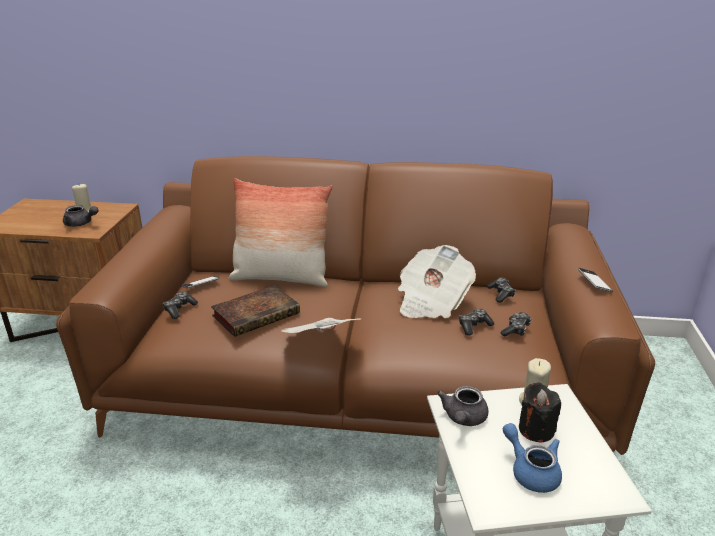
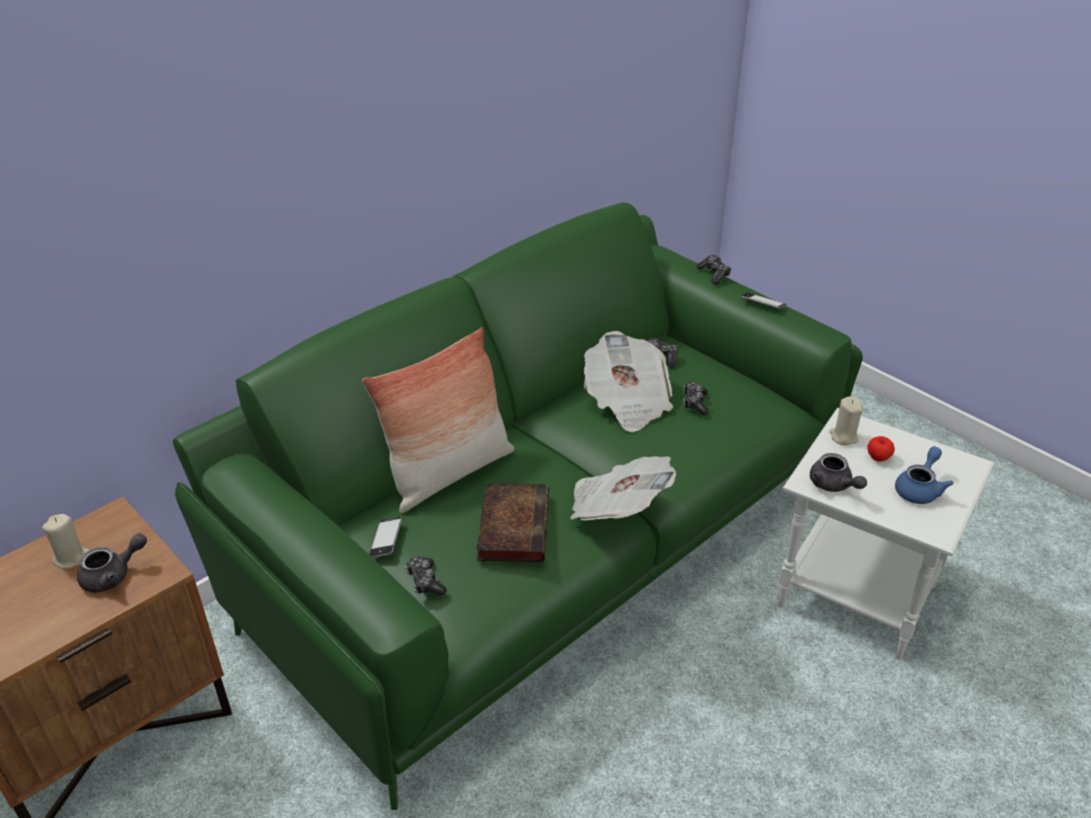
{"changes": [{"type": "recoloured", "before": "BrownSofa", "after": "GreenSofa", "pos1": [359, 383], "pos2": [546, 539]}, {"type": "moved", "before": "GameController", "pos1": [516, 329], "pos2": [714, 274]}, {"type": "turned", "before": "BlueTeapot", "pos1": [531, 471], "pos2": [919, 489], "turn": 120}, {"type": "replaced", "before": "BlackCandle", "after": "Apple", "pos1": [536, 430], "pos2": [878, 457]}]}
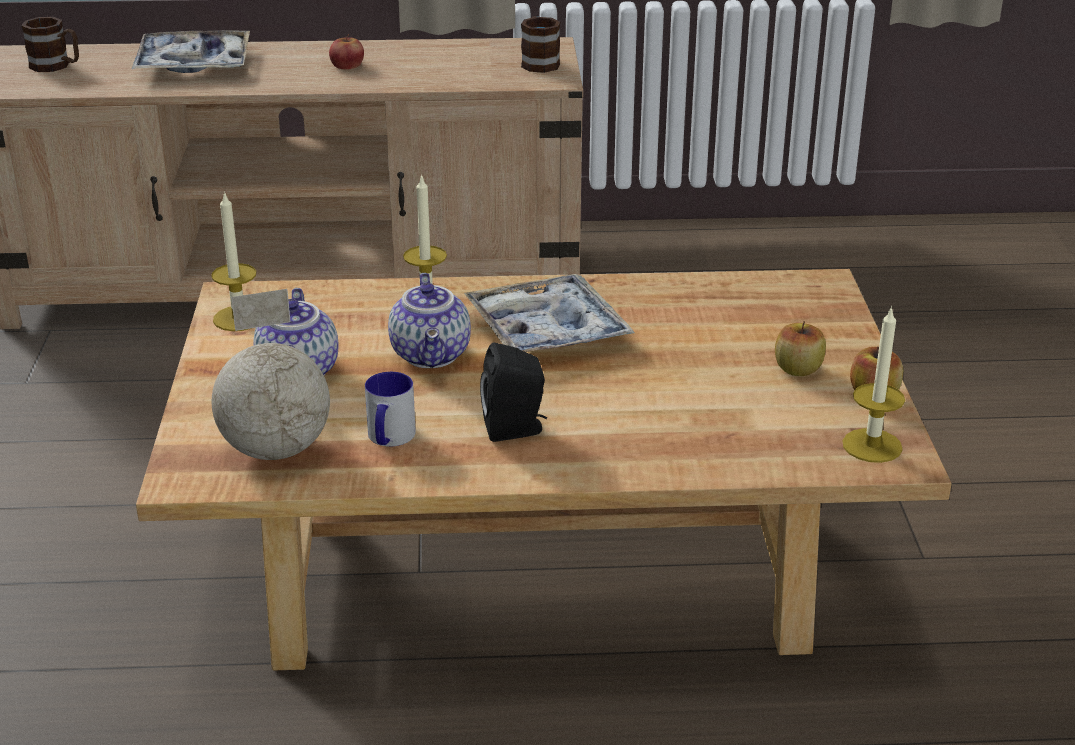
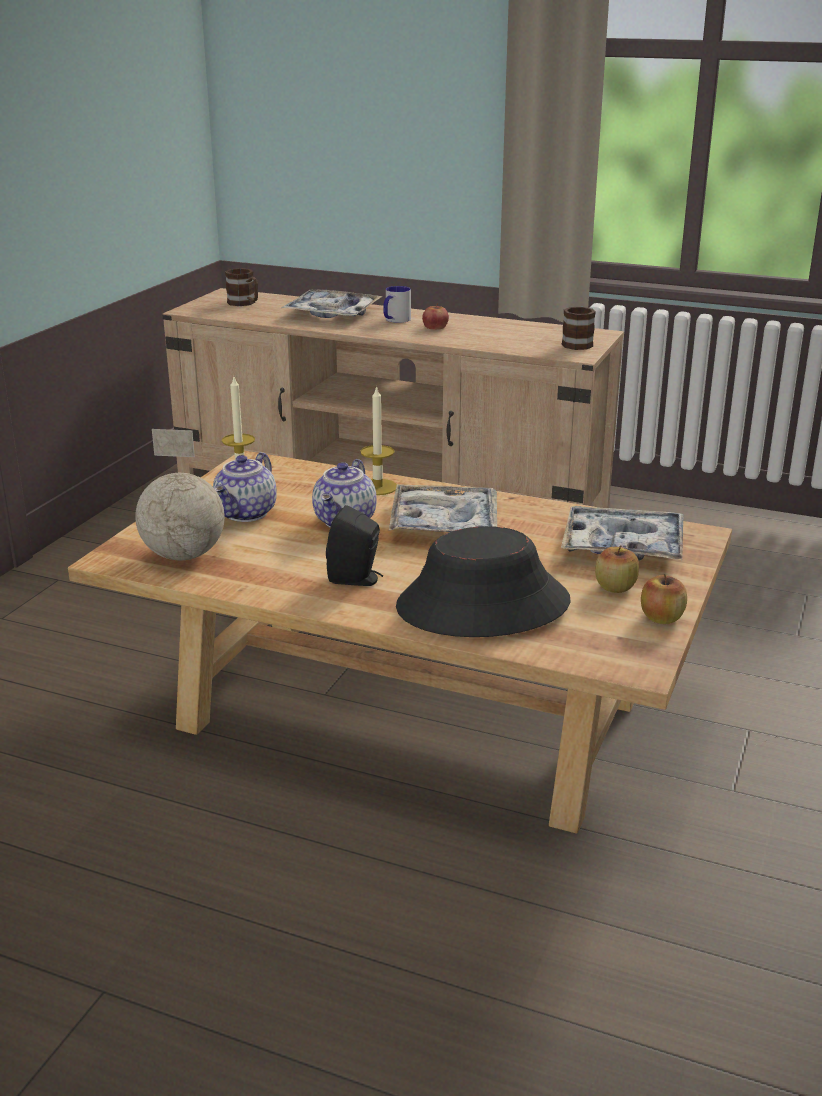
{"changes": [{"type": "moved", "before": "Mug", "pos1": [389, 439], "pos2": [395, 320]}, {"type": "removed", "before": "Candle", "pos1": [872, 445]}, {"type": "added", "after": "BlackHat", "pos2": [482, 605]}, {"type": "added", "after": "Tray", "pos2": [623, 546]}]}
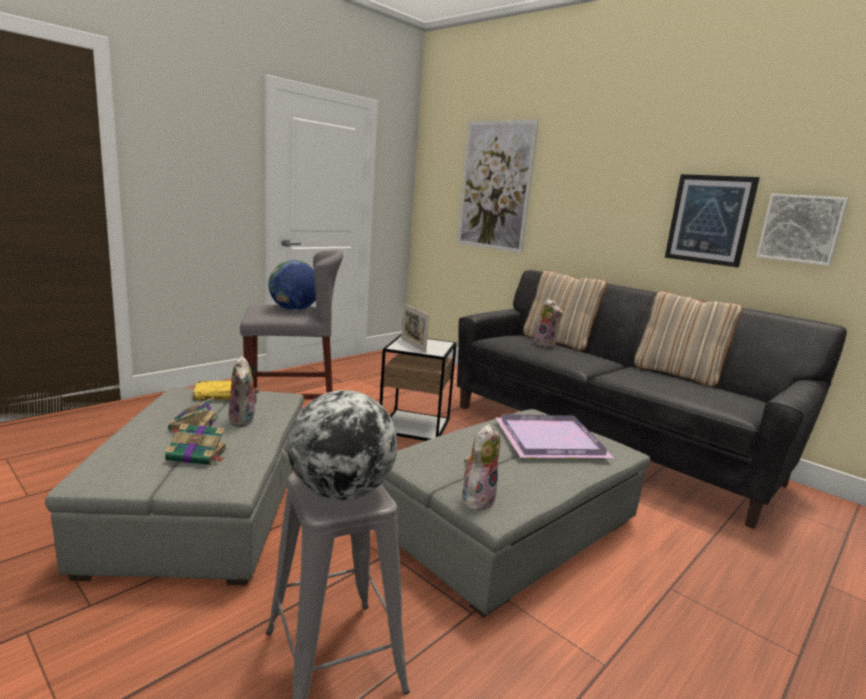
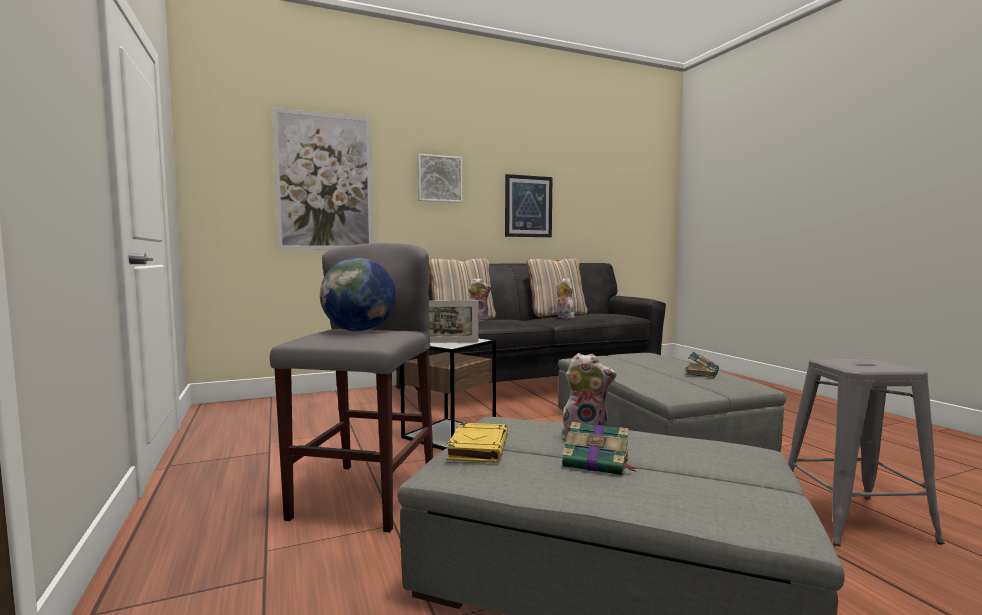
{"changes": [{"type": "moved", "before": "Book", "pos1": [198, 455], "pos2": [702, 373]}, {"type": "removed", "before": "Globe", "pos1": [341, 492]}, {"type": "moved", "before": "PlushToy", "pos1": [477, 499], "pos2": [564, 317]}, {"type": "removed", "before": "PurpleTray", "pos1": [551, 439]}, {"type": "moved", "before": "Picture", "pos1": [801, 228], "pos2": [439, 179]}]}
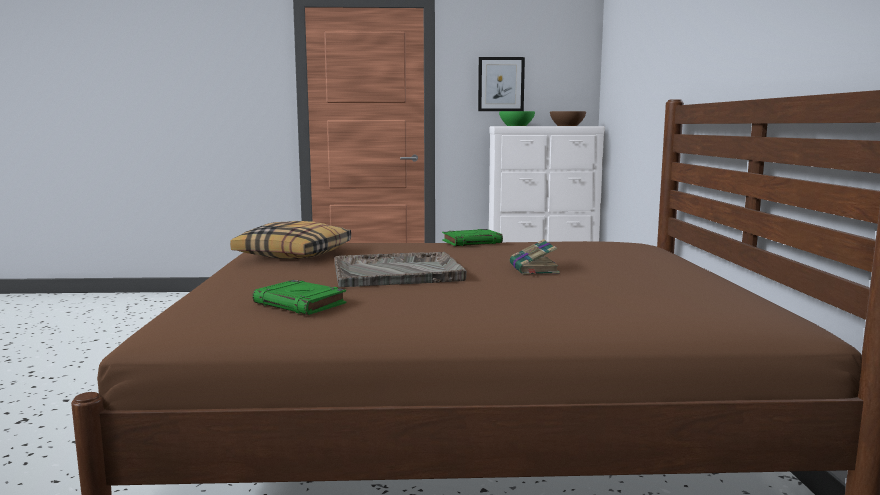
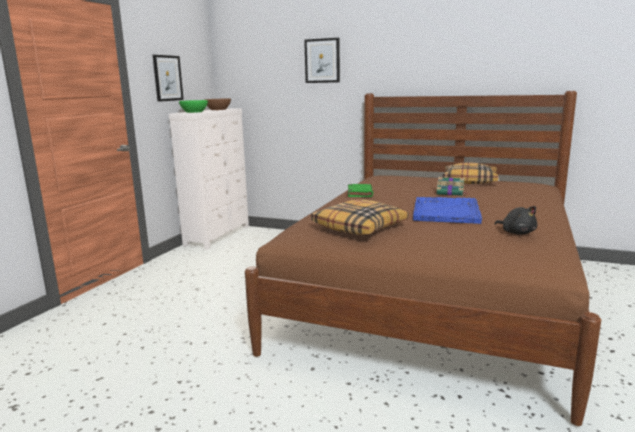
{"changes": [{"type": "replaced", "before": "GreenBook", "after": "BlackPlushToy", "pos1": [301, 303], "pos2": [517, 233]}, {"type": "recoloured", "before": "GreyTray", "after": "BlueTray", "pos1": [398, 272], "pos2": [446, 211]}, {"type": "added", "after": "Picture", "pos2": [322, 60]}, {"type": "added", "after": "Pillow", "pos2": [469, 181]}]}
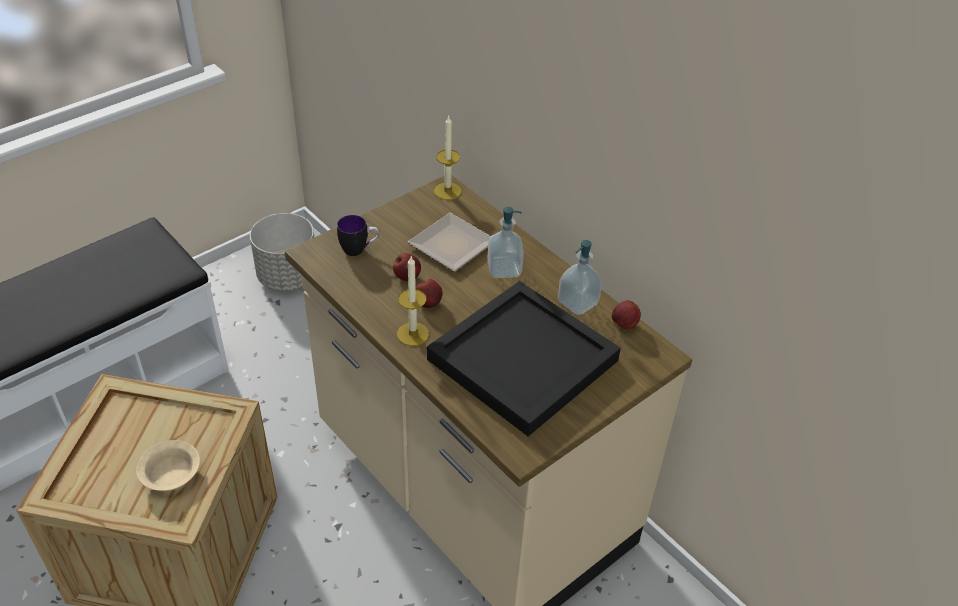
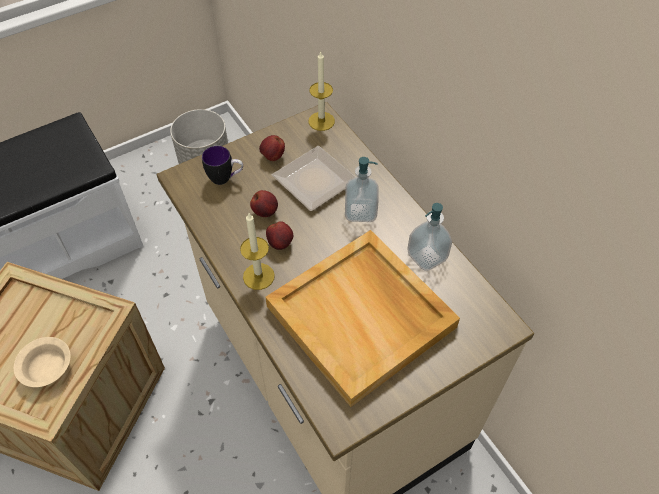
{"changes": [{"type": "recoloured", "before": "BlackTray", "after": "BeigeTray", "pos1": [524, 360], "pos2": [362, 317]}, {"type": "moved", "before": "Apple", "pos1": [624, 325], "pos2": [272, 157]}]}
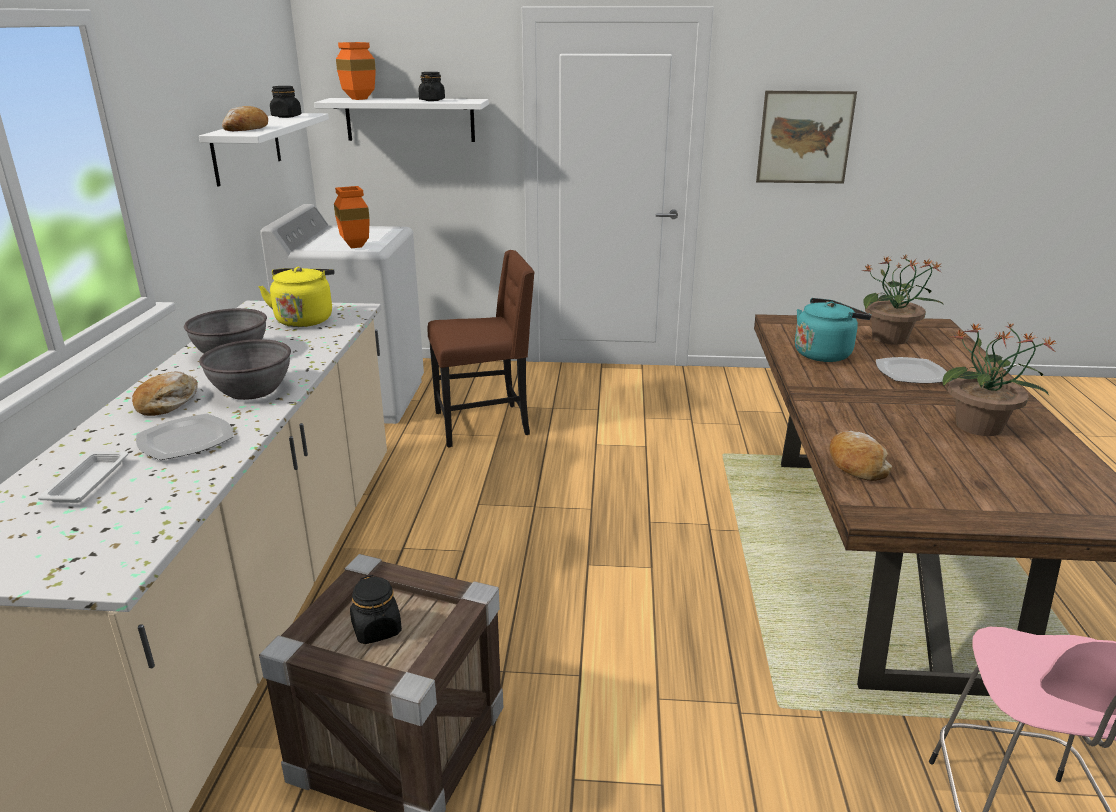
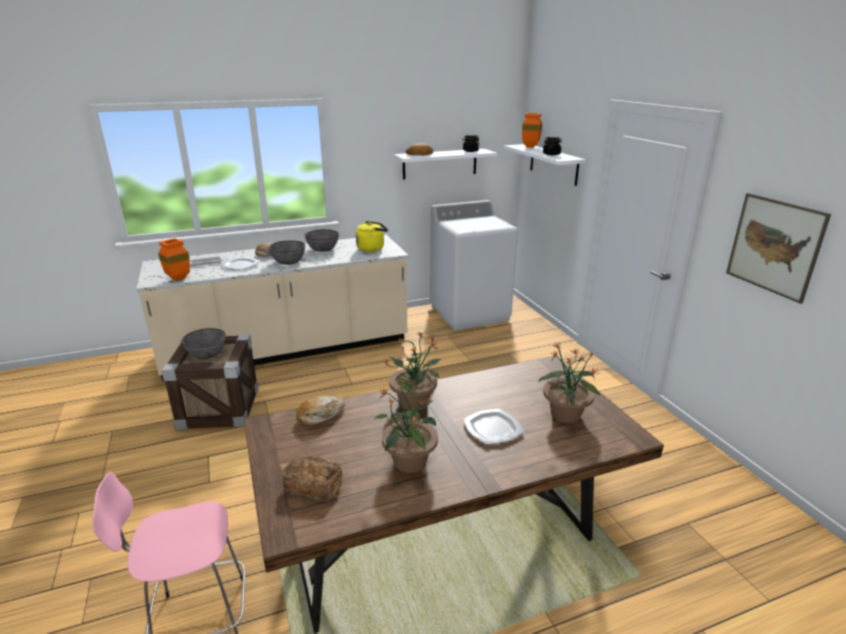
{"changes": [{"type": "moved", "before": "OrangeVase", "pos1": [356, 246], "pos2": [177, 279]}, {"type": "replaced", "before": "BlackJar", "after": "GreyBowl", "pos1": [377, 629], "pos2": [207, 353]}, {"type": "removed", "before": "BrownChair", "pos1": [484, 424]}, {"type": "removed", "before": "TurquoiseKettle", "pos1": [825, 354]}, {"type": "added", "after": "Bread", "pos2": [313, 483]}, {"type": "added", "after": "PottedPlant", "pos2": [414, 402]}]}
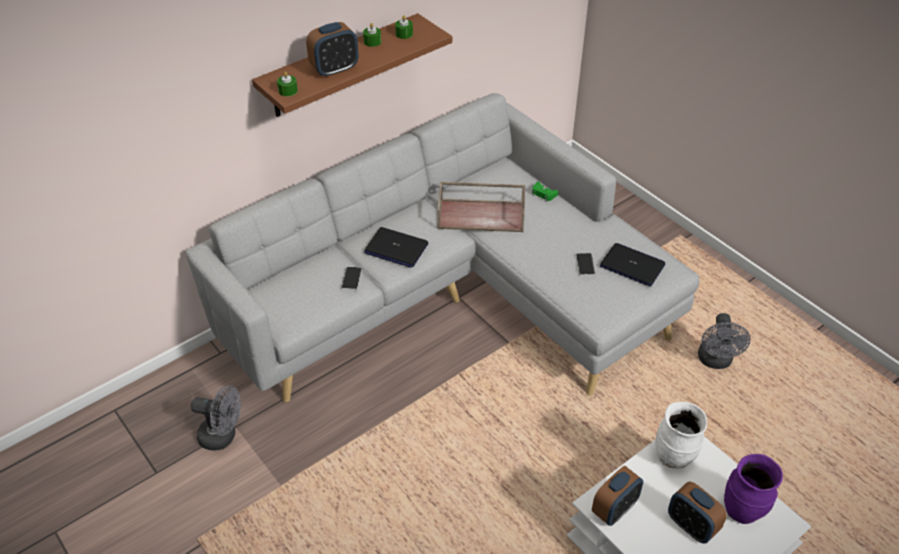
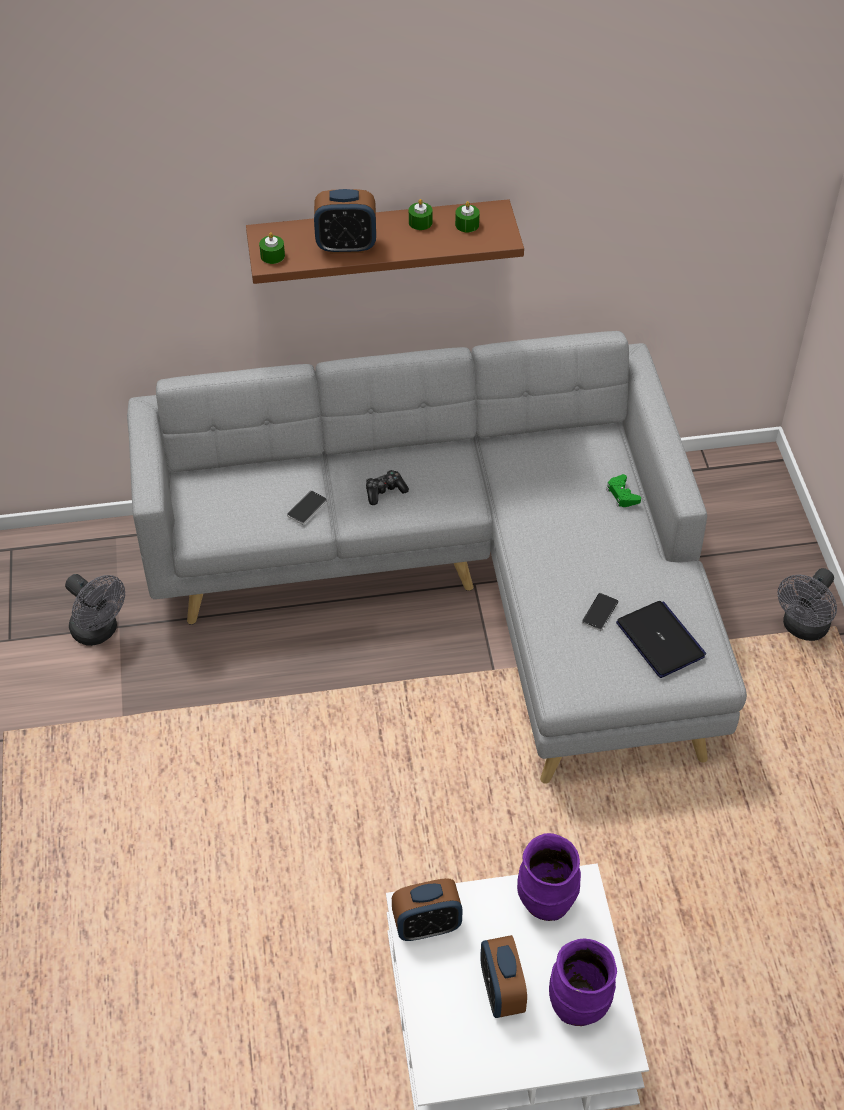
{"changes": [{"type": "replaced", "before": "Laptop", "after": "GameController", "pos1": [396, 248], "pos2": [385, 491]}, {"type": "removed", "before": "BrownTray", "pos1": [482, 215]}, {"type": "recoloured", "before": "WhiteVase", "after": "PurpleVase", "pos1": [674, 457], "pos2": [546, 903]}, {"type": "moved", "before": "GreyFan", "pos1": [715, 361], "pos2": [802, 629]}]}
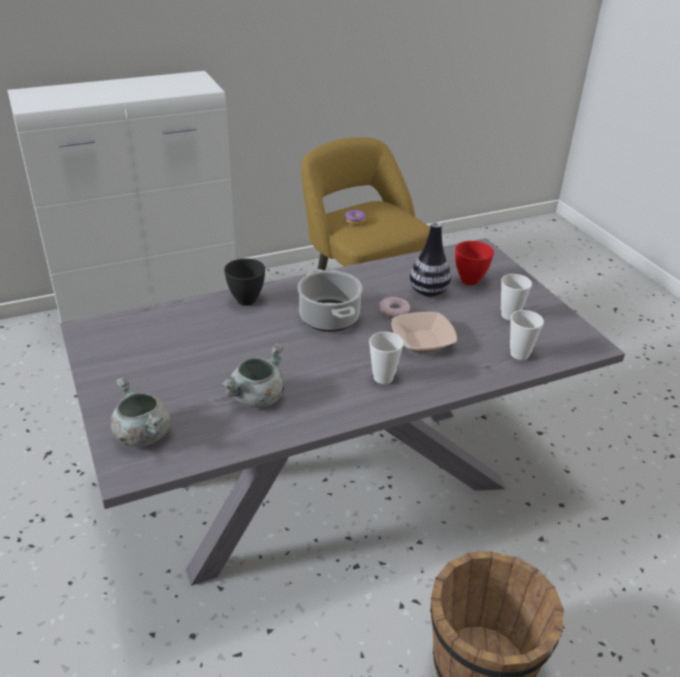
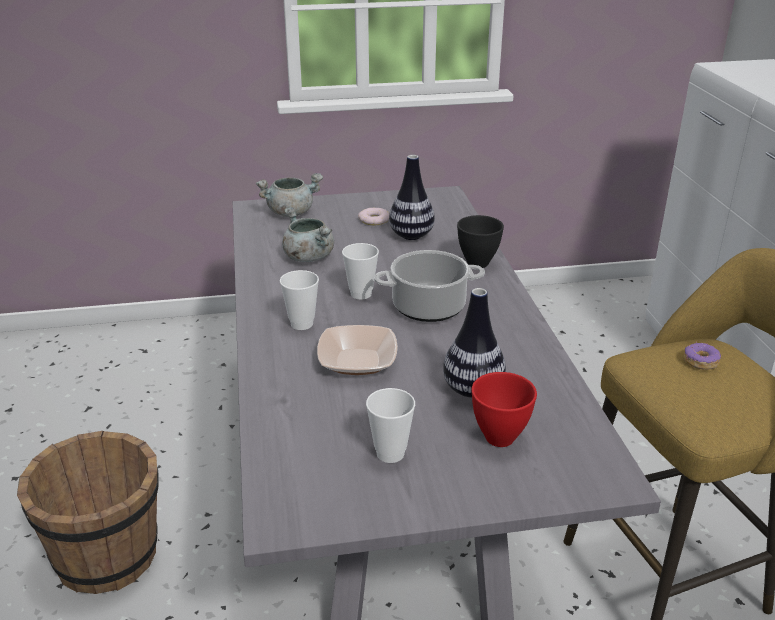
{"changes": [{"type": "moved", "before": "Donut", "pos1": [394, 310], "pos2": [374, 220]}, {"type": "moved", "before": "Cup", "pos1": [519, 354], "pos2": [361, 294]}, {"type": "added", "after": "Vase", "pos2": [411, 236]}]}
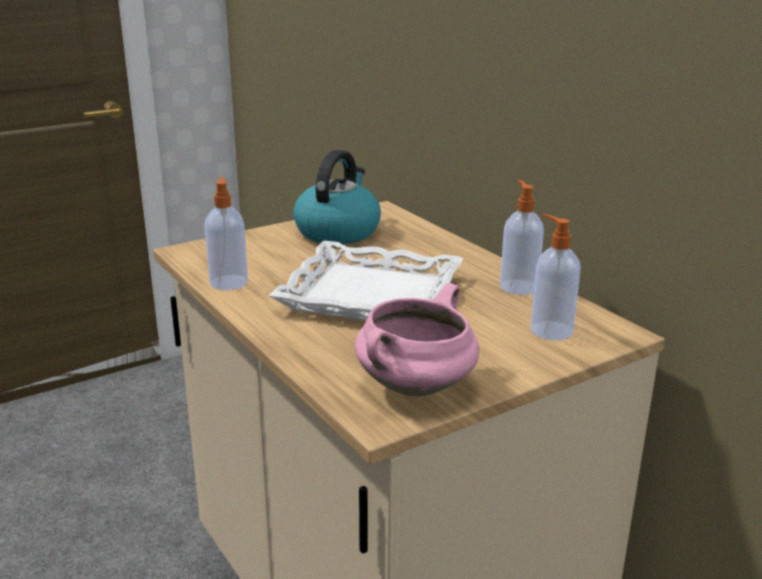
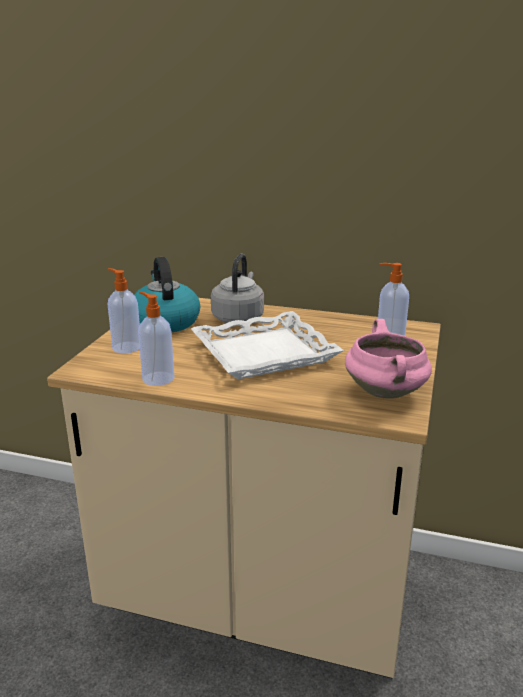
{"changes": [{"type": "moved", "before": "SoapDispenser", "pos1": [518, 287], "pos2": [126, 347]}, {"type": "added", "after": "GreyKettle", "pos2": [238, 317]}]}
